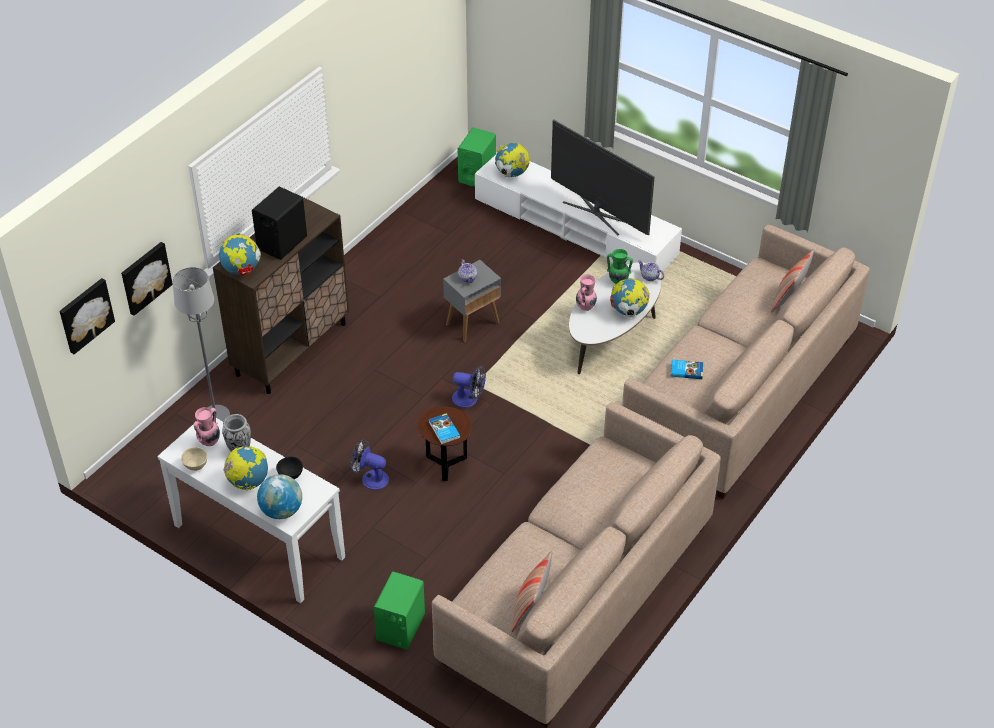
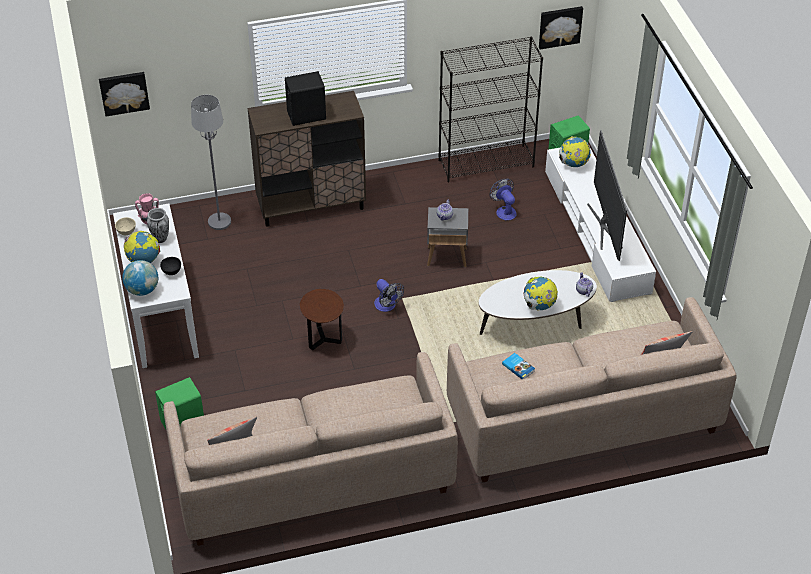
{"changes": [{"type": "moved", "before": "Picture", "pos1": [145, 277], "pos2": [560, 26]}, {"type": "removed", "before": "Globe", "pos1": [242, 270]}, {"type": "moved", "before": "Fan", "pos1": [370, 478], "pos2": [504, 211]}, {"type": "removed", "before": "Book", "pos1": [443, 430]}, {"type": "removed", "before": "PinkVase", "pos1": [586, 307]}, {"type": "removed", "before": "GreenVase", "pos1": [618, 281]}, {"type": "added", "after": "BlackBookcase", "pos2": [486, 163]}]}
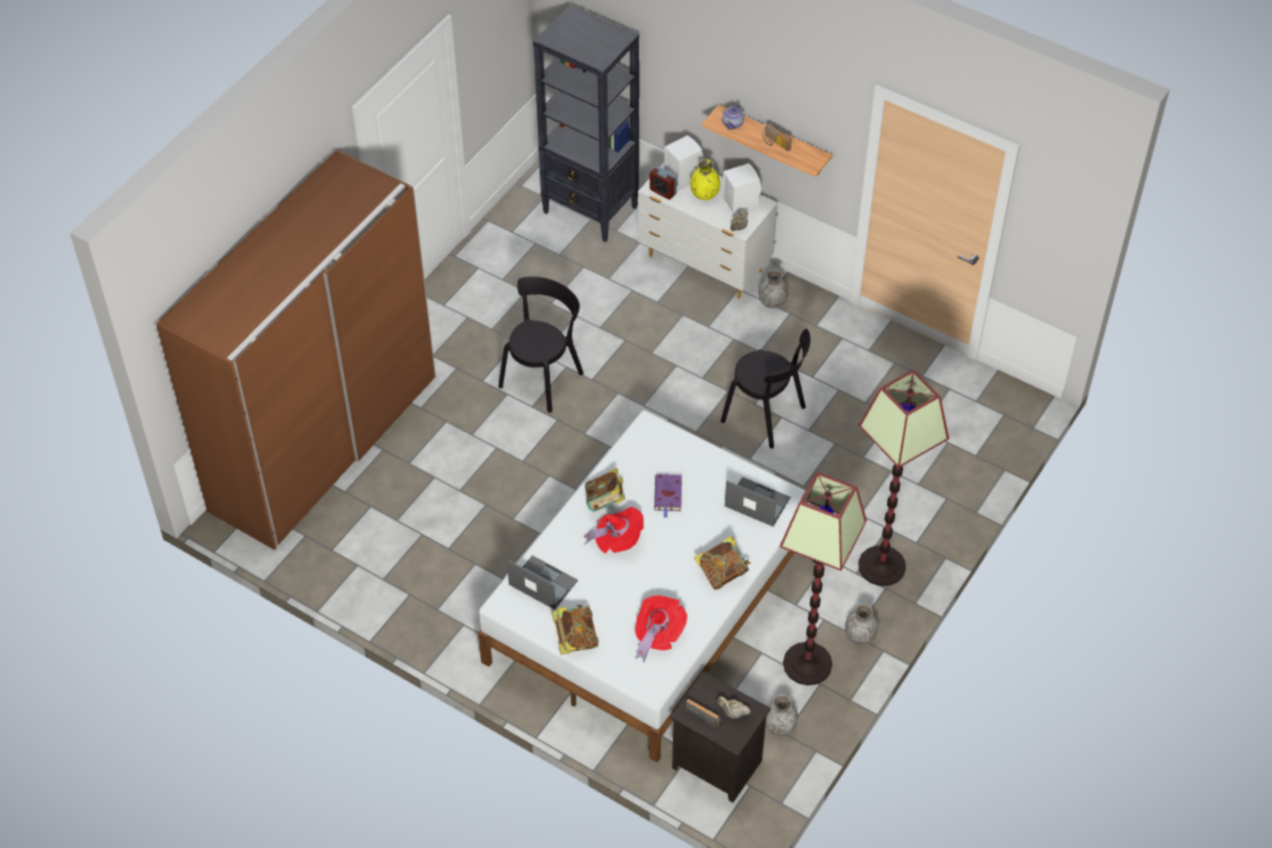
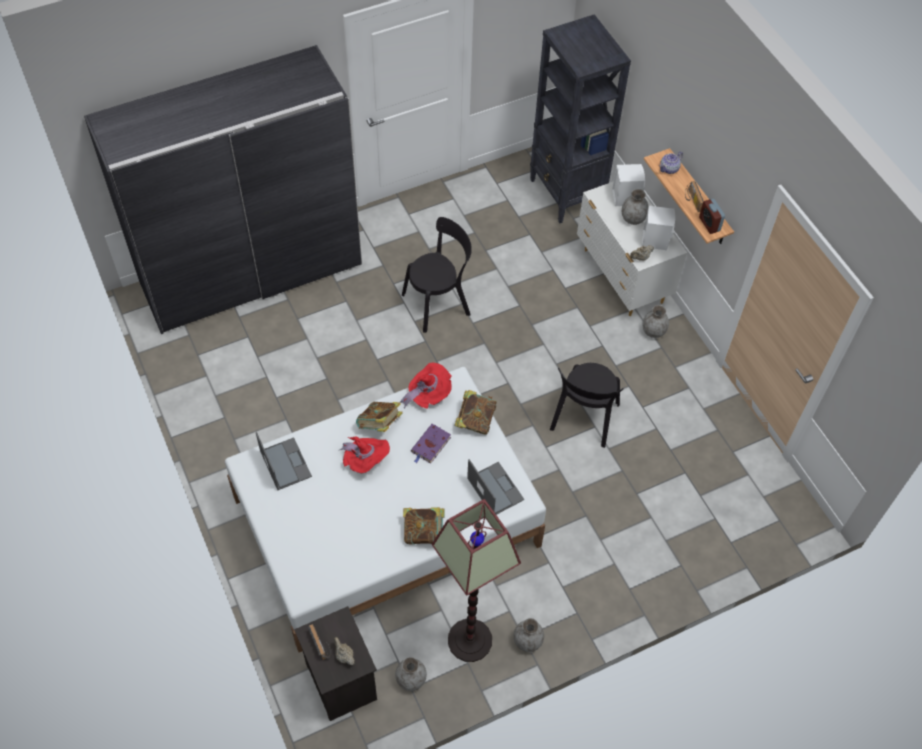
{"changes": [{"type": "recoloured", "before": "BrownWardrobe", "after": "GreyWardrobe", "pos1": [324, 443], "pos2": [252, 273]}, {"type": "moved", "before": "Book", "pos1": [575, 639], "pos2": [475, 420]}, {"type": "moved", "before": "RedHat", "pos1": [658, 635], "pos2": [428, 394]}, {"type": "moved", "before": "AlarmClock", "pos1": [663, 191], "pos2": [709, 224]}, {"type": "recoloured", "before": "YellowVase", "after": "GreyVase", "pos1": [704, 194], "pos2": [632, 218]}, {"type": "turned", "before": "BlackChair", "pos1": [766, 416], "pos2": [583, 420], "turn": 45}, {"type": "removed", "before": "FloorLamp", "pos1": [882, 565]}]}
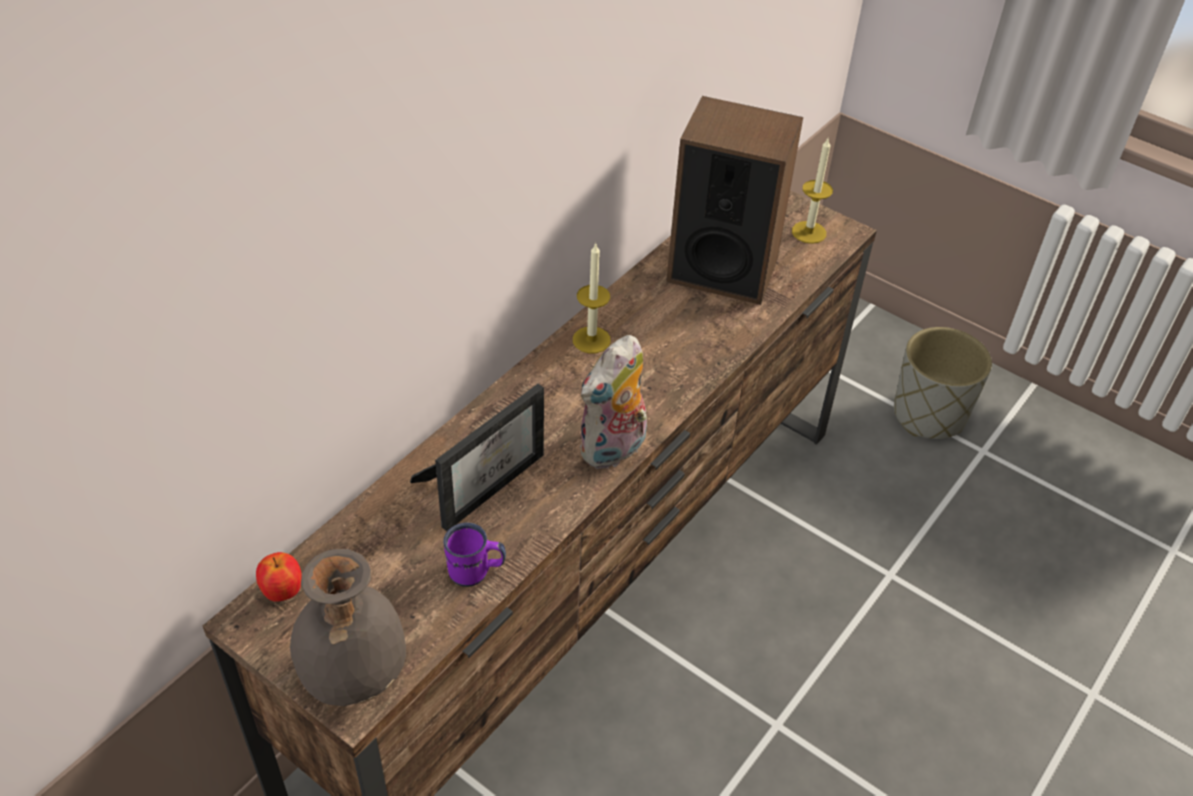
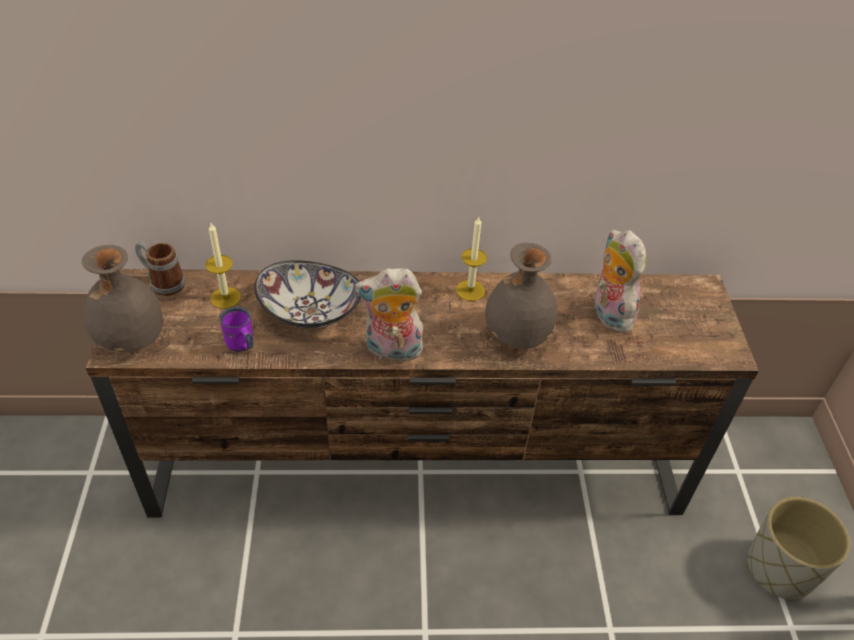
{"changes": [{"type": "replaced", "before": "Apple", "after": "Mug", "pos1": [283, 592], "pos2": [163, 282]}, {"type": "replaced", "before": "PictureFrame", "after": "Bowl", "pos1": [486, 481], "pos2": [311, 311]}, {"type": "replaced", "before": "Speaker", "after": "PlushToy", "pos1": [722, 269], "pos2": [608, 313]}, {"type": "moved", "before": "Candle", "pos1": [809, 232], "pos2": [225, 298]}, {"type": "added", "after": "GreyVase", "pos2": [517, 334]}]}
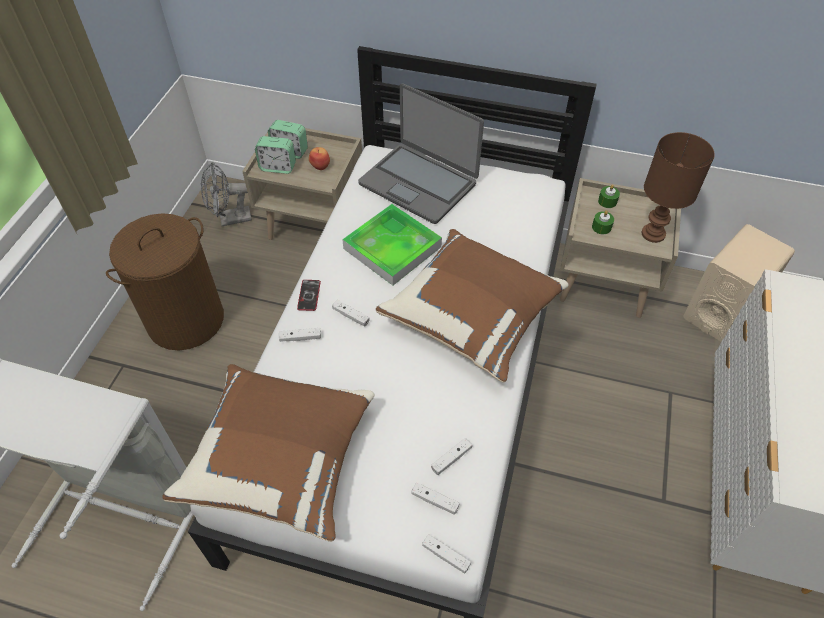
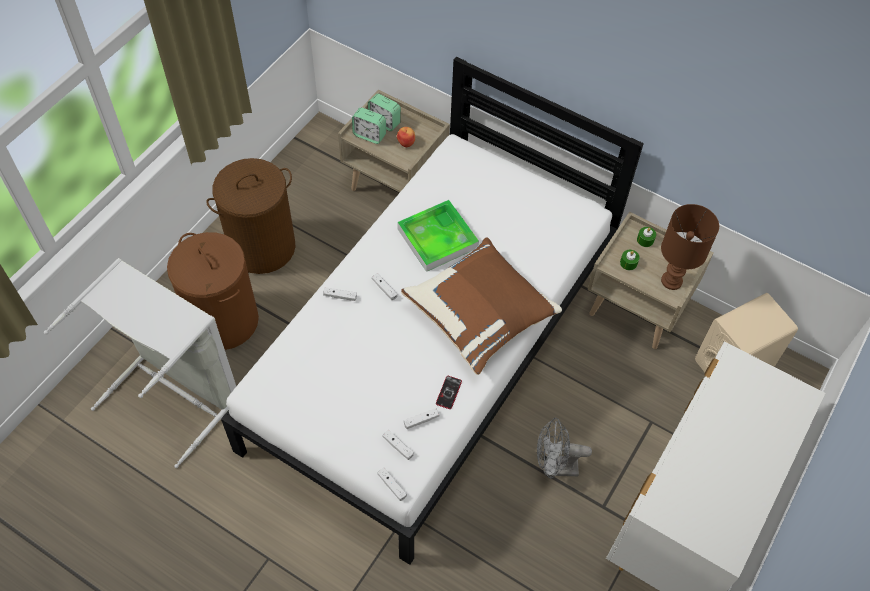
{"changes": [{"type": "removed", "before": "BrownPillow", "pos1": [281, 460]}, {"type": "moved", "before": "GreyFan", "pos1": [230, 219], "pos2": [554, 467]}, {"type": "moved", "before": "Phone", "pos1": [309, 295], "pos2": [448, 392]}, {"type": "removed", "before": "Laptop", "pos1": [419, 183]}, {"type": "added", "after": "BrownLaundryBasket", "pos2": [224, 321]}]}
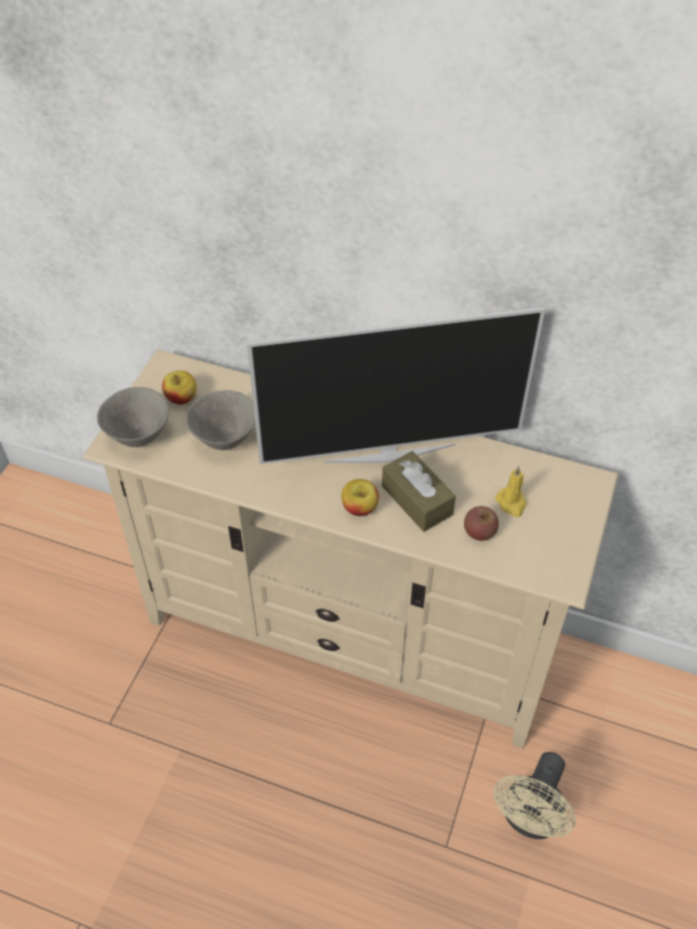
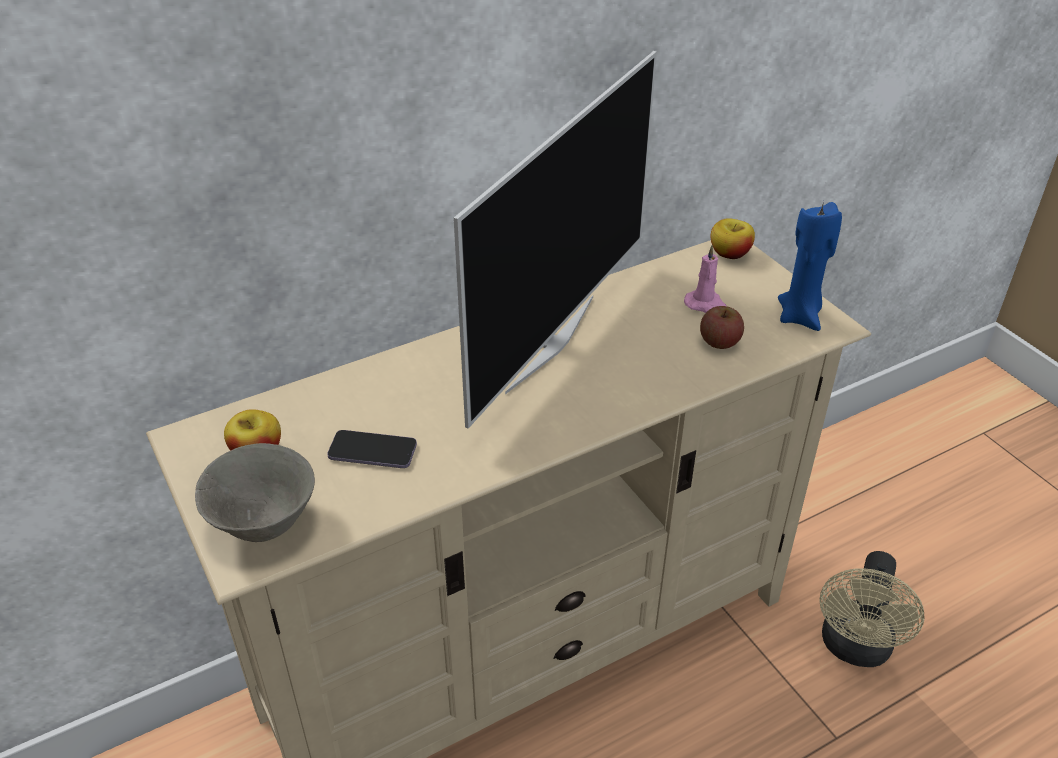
{"changes": [{"type": "replaced", "before": "GreyBowl", "after": "Phone", "pos1": [224, 440], "pos2": [372, 451]}, {"type": "moved", "before": "Apple", "pos1": [360, 508], "pos2": [729, 254]}, {"type": "removed", "before": "BrownTissueBox", "pos1": [417, 500]}, {"type": "turned", "before": "BeigeFan", "pos1": [530, 819], "pos2": [855, 649], "turn": 45}, {"type": "recoloured", "before": "YellowCandle", "after": "PinkCandle", "pos1": [511, 503], "pos2": [705, 304]}, {"type": "added", "after": "BlueCandle", "pos2": [800, 316]}]}
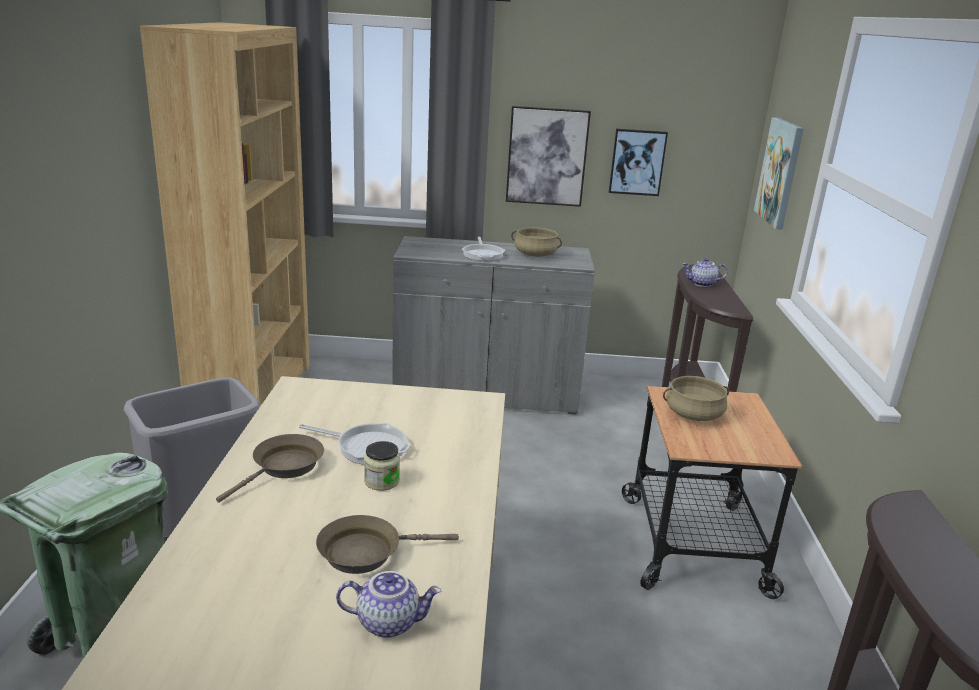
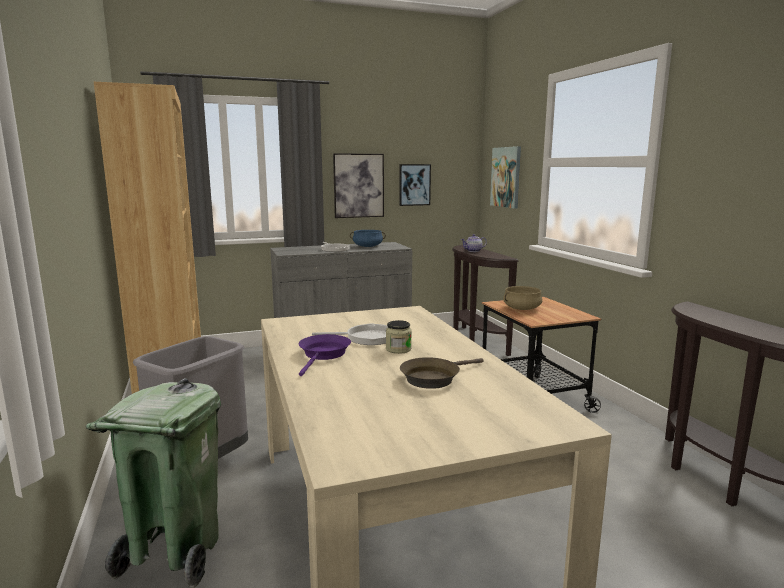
{"changes": [{"type": "recoloured", "before": "BrownFryingPan", "after": "PurpleFryingPan", "pos1": [284, 467], "pos2": [324, 355]}, {"type": "removed", "before": "Teapot", "pos1": [389, 622]}, {"type": "recoloured", "before": "BeigeCookingPot", "after": "BlueCookingPot", "pos1": [535, 255], "pos2": [367, 246]}]}
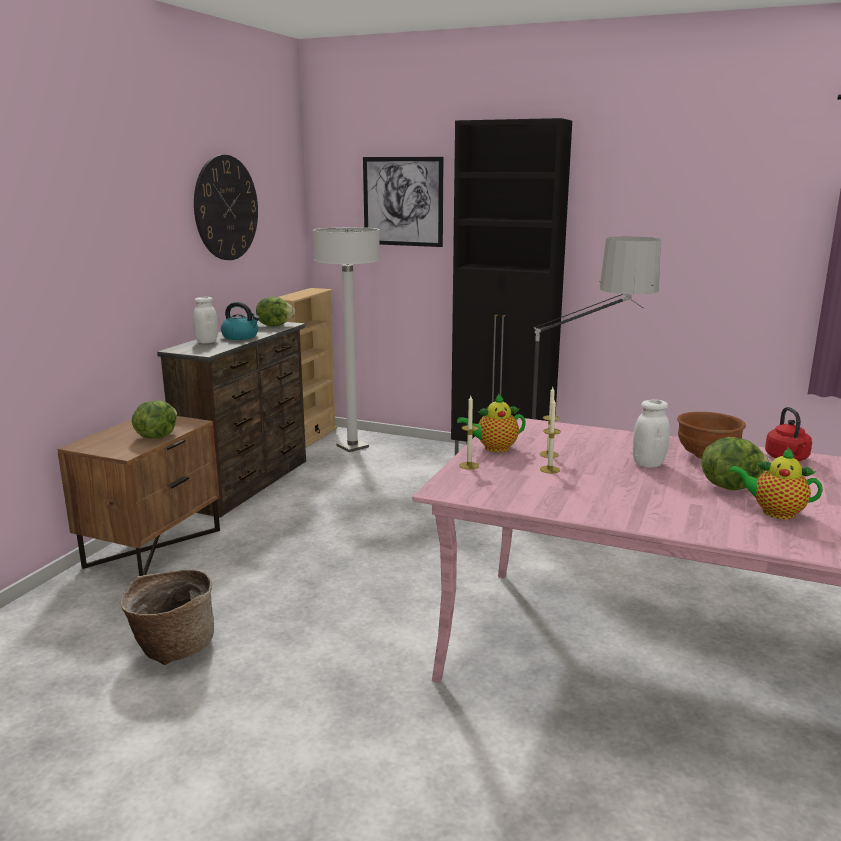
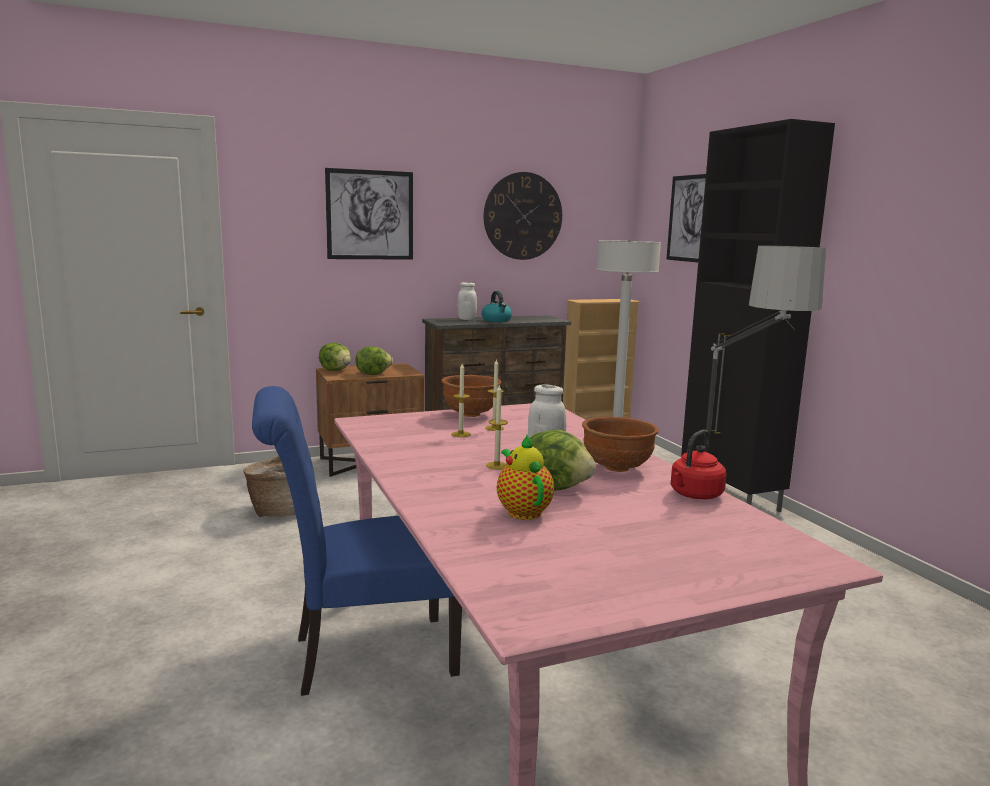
{"changes": [{"type": "moved", "before": "Lettuce", "pos1": [275, 325], "pos2": [336, 370]}, {"type": "replaced", "before": "Teapot", "after": "BrownBowl", "pos1": [494, 448], "pos2": [471, 414]}, {"type": "moved", "before": "Candle", "pos1": [469, 465], "pos2": [497, 465]}, {"type": "added", "after": "BlueChair", "pos2": [363, 656]}, {"type": "added", "after": "Picture", "pos2": [370, 215]}]}
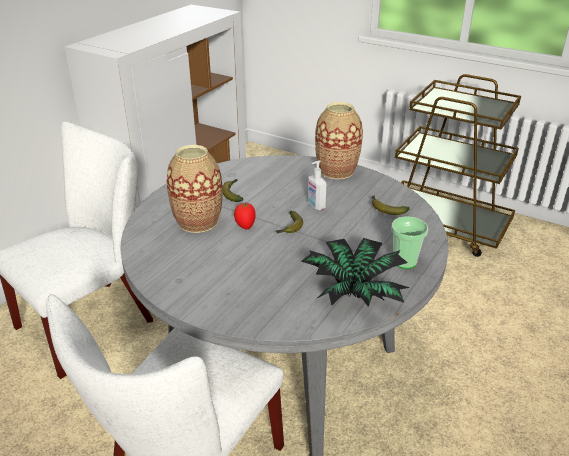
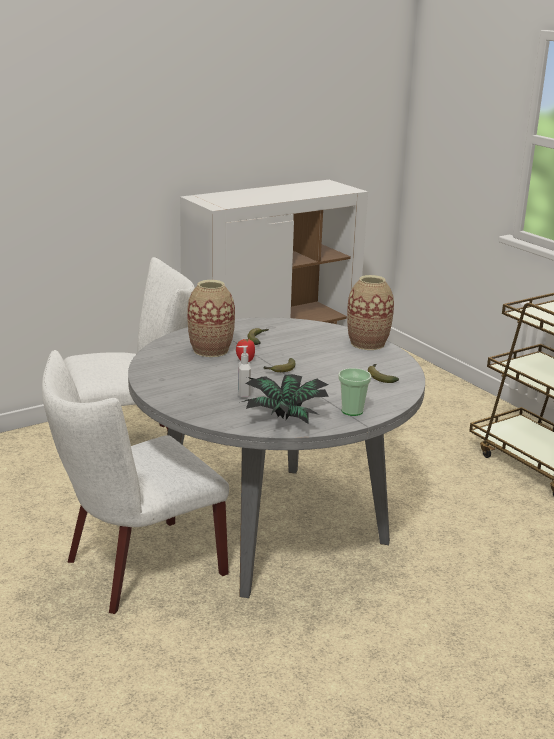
{"changes": [{"type": "moved", "before": "SoapDispenser", "pos1": [315, 206], "pos2": [243, 394]}]}
